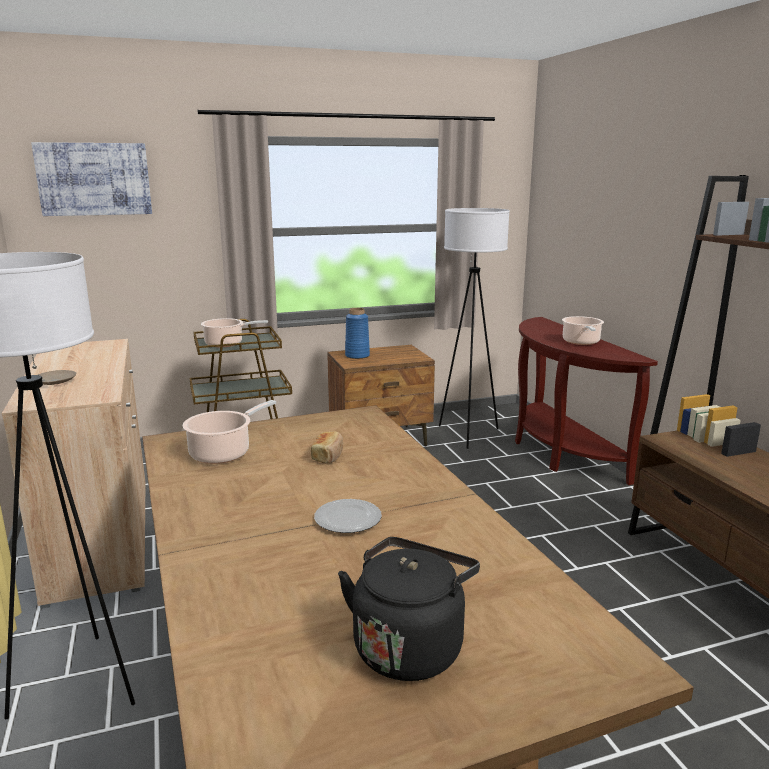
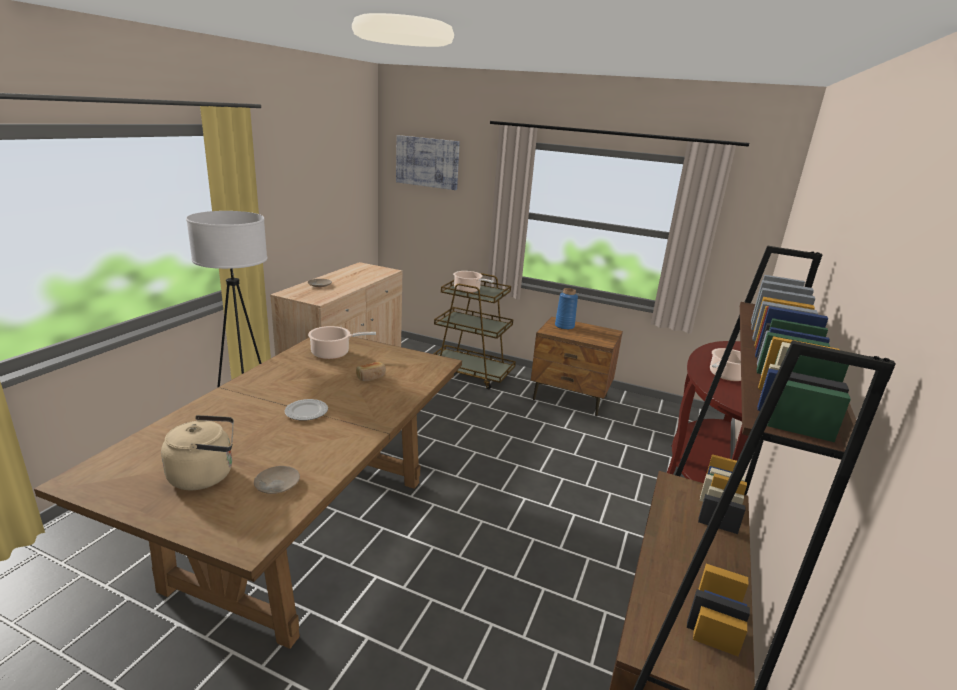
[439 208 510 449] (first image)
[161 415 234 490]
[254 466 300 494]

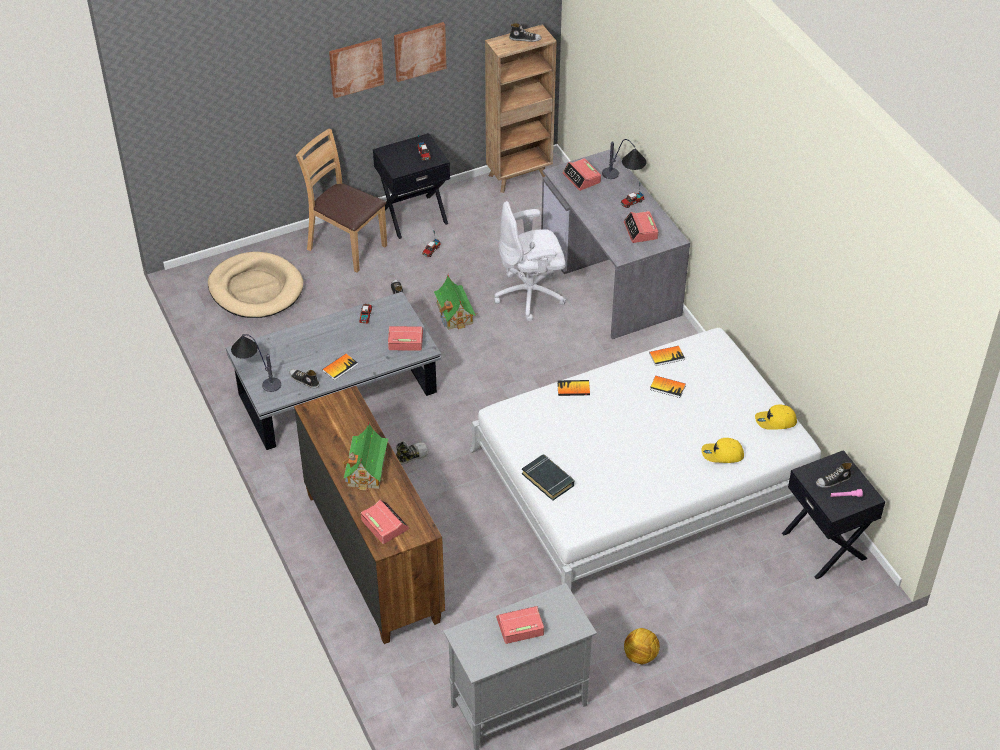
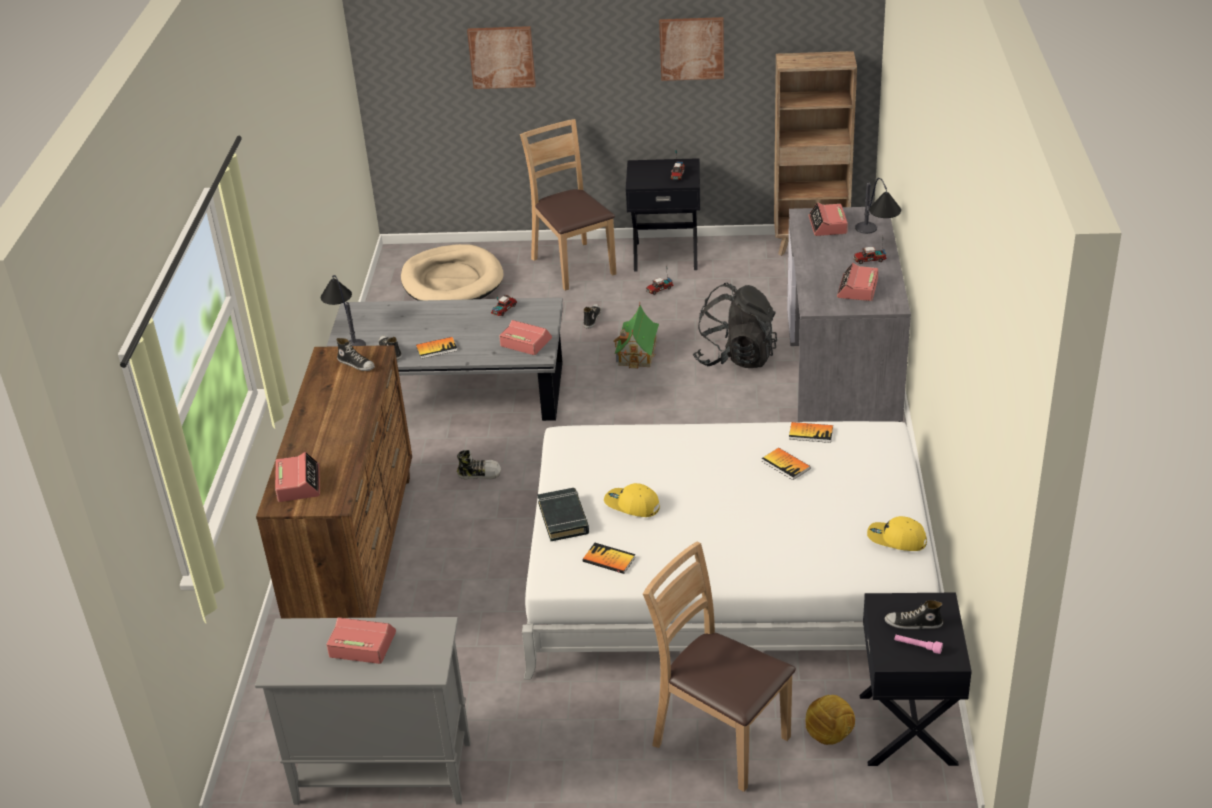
[336 338 375 371]
[467 26 536 89]
[693 283 777 368]
[583 543 636 574]
[342 421 388 491] (first image)
[604 483 660 517]
[806 695 855 745]
[643 542 796 792]

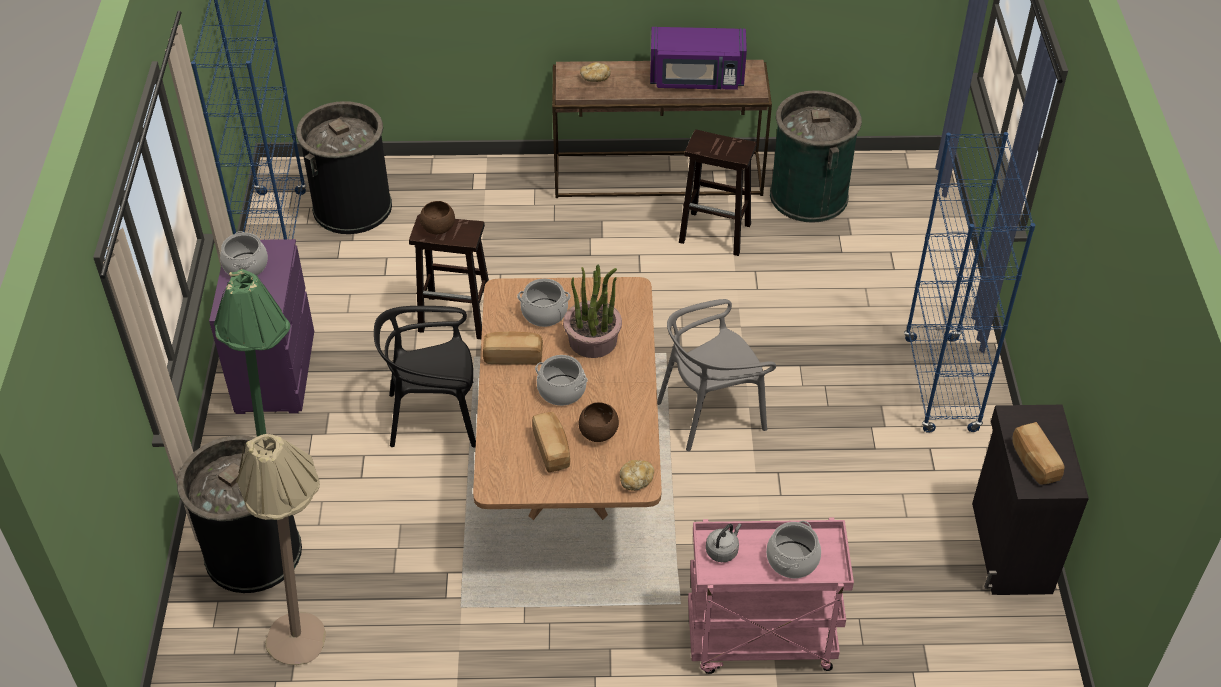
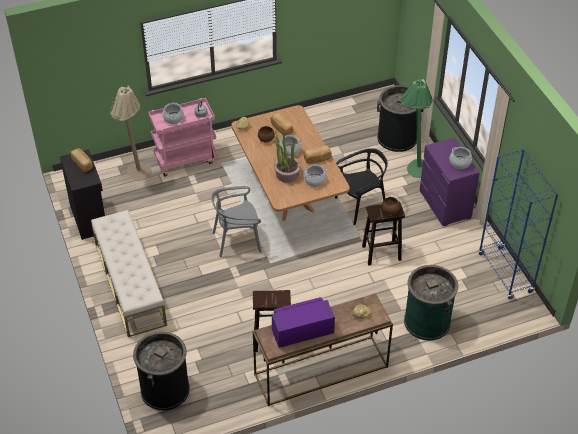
[404 265 458 341]
[133 331 190 410]
[91 210 167 337]
[211 186 262 257]
[110 86 152 181]

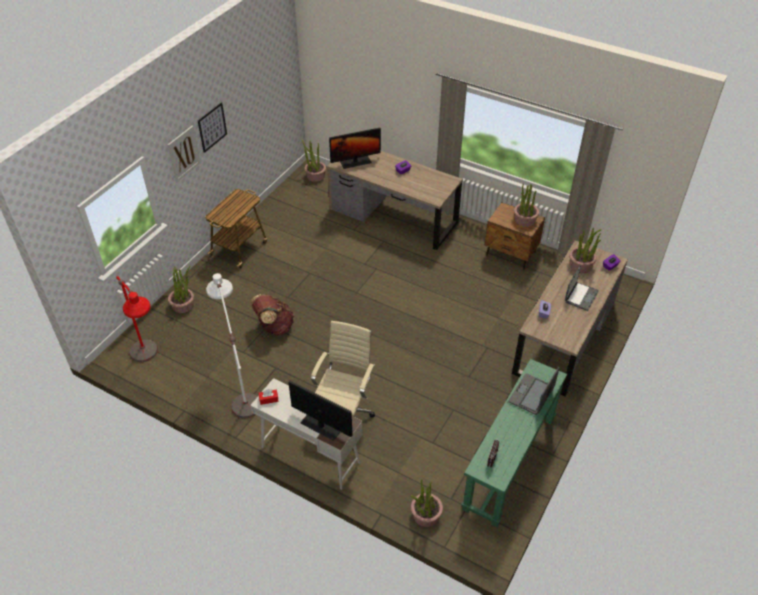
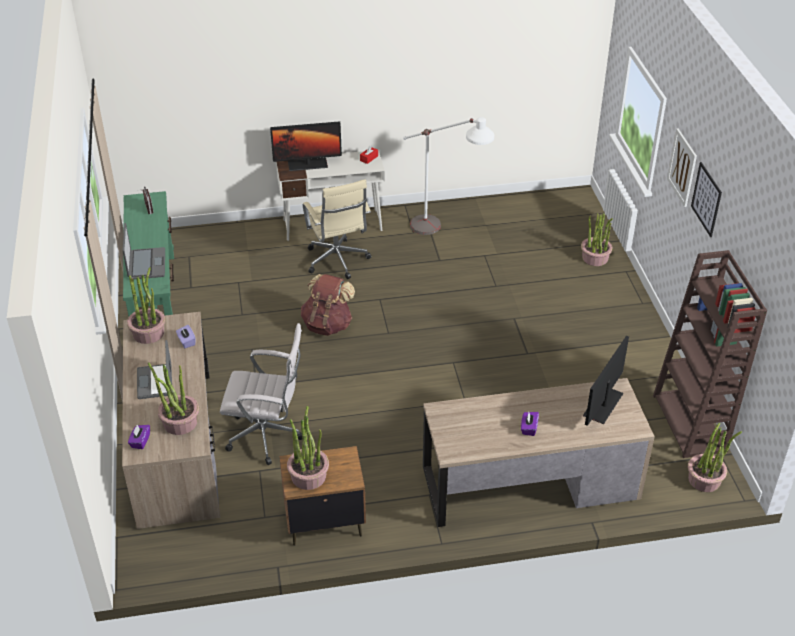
[205 189 267 268] (first image)
[116 276 158 362] (first image)
[301 274 355 336]
[127 267 165 344]
[653 250 767 458]
[220 323 302 465]

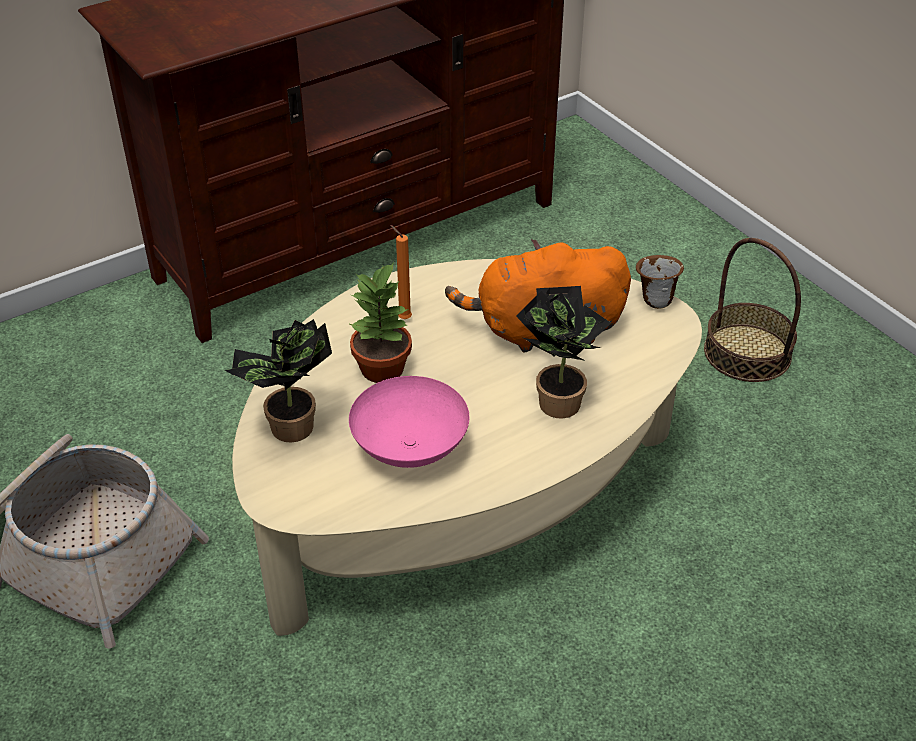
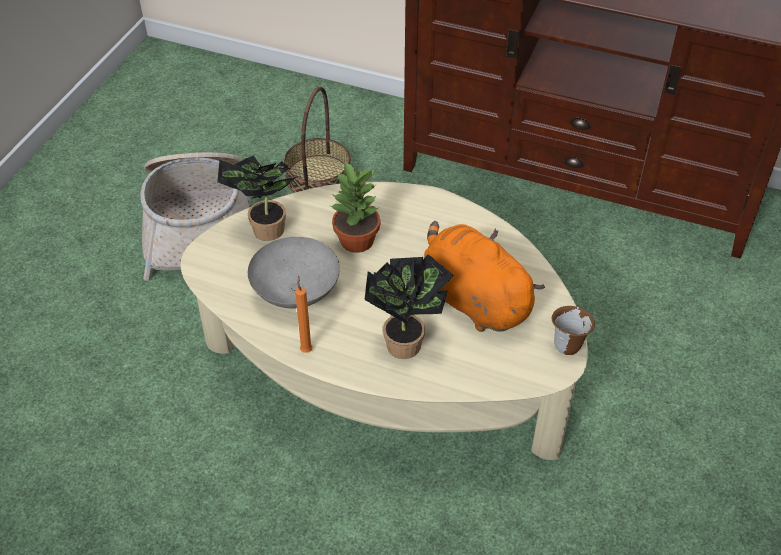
[295 275 312 353]
[284 87 351 193]
[248 237 340 308]

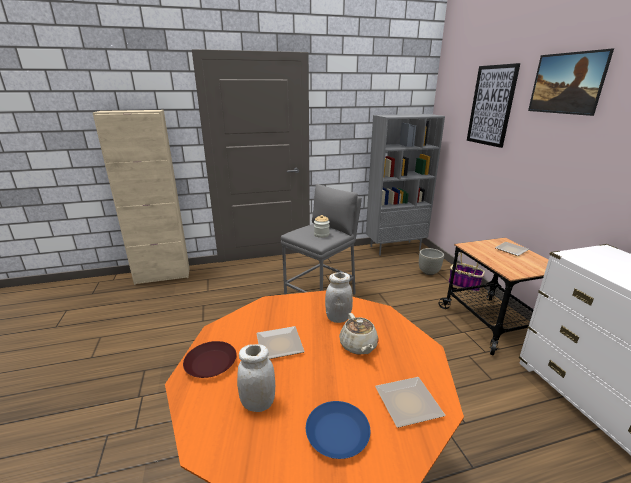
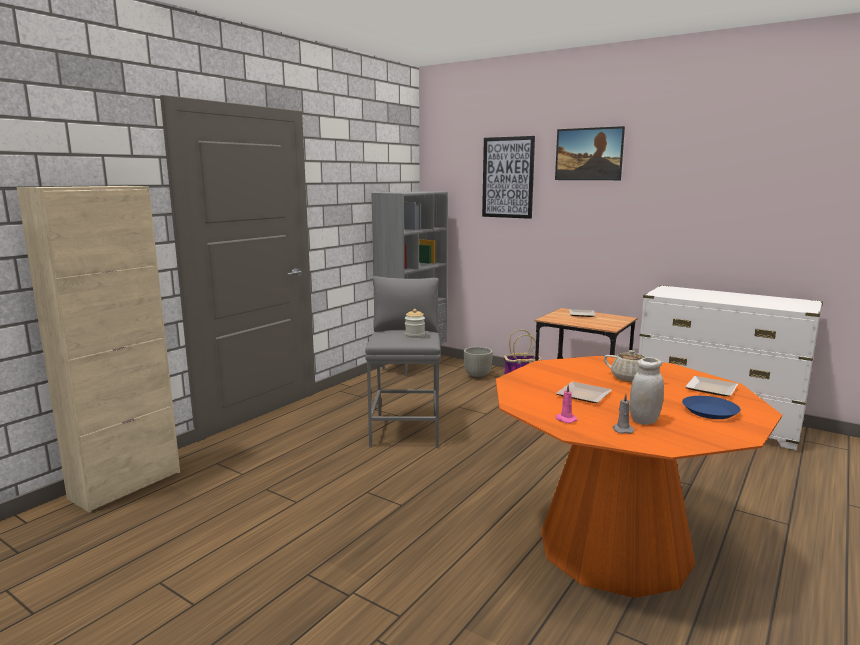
[325 272 353 323] (first image)
[555 384 577 423]
[613 394 635 434]

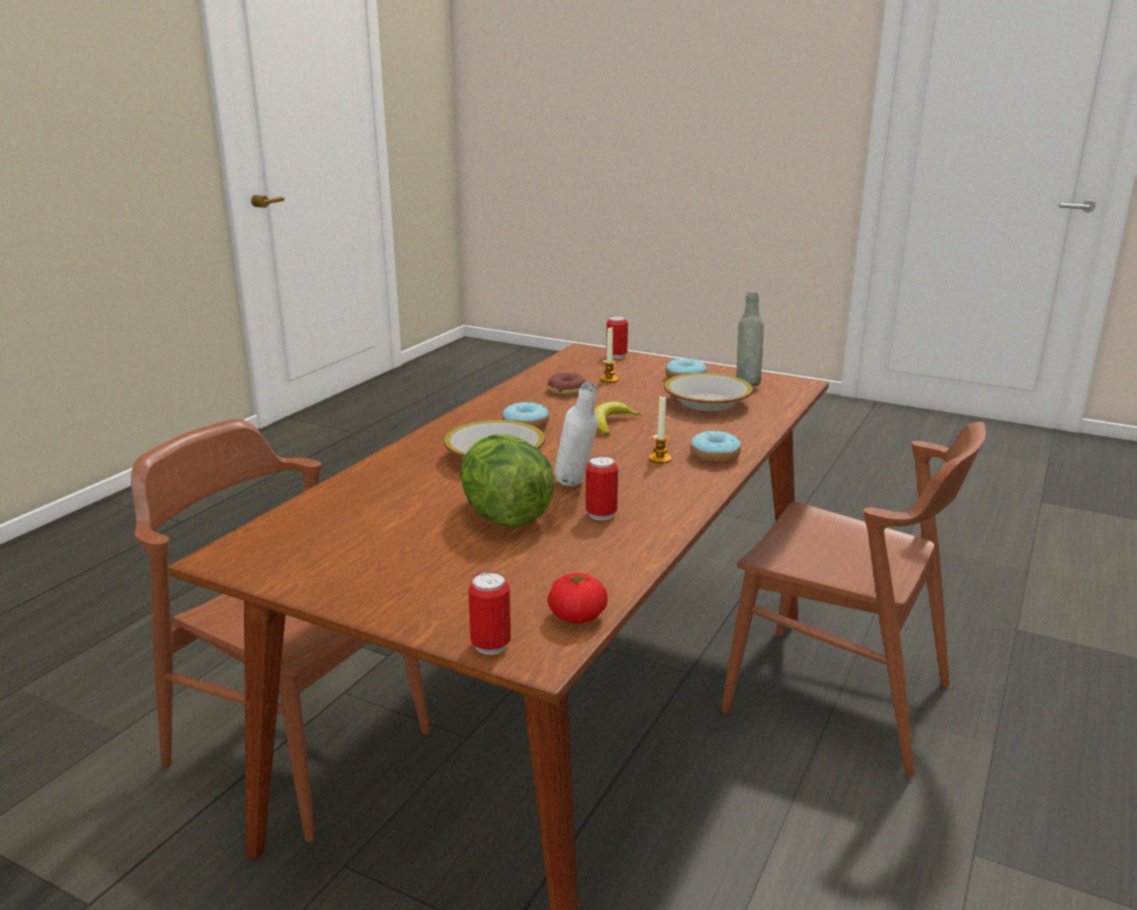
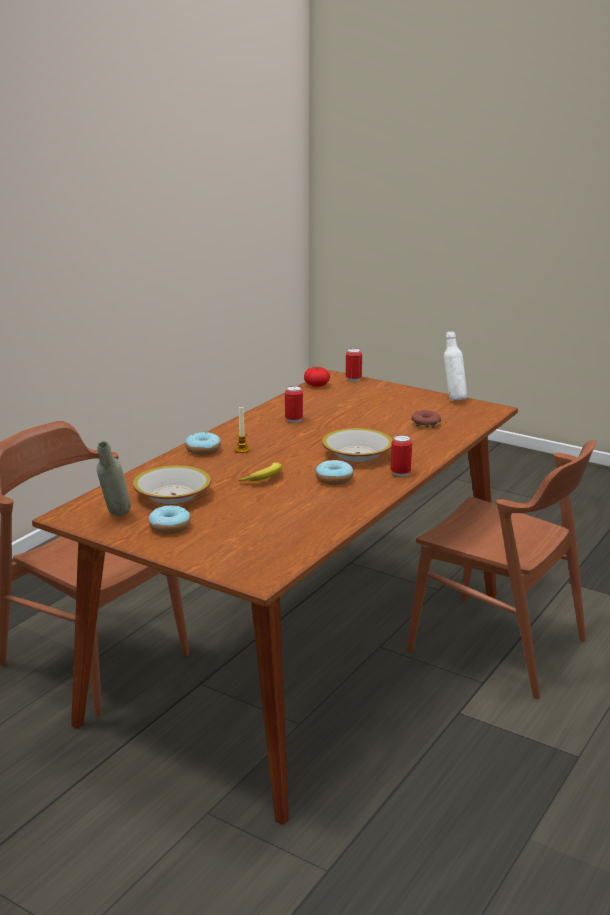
[391 435 412 477]
[600 327 619 383] (first image)
[411 410 441 428]
[444 331 467 401]
[460 434 555 528] (first image)

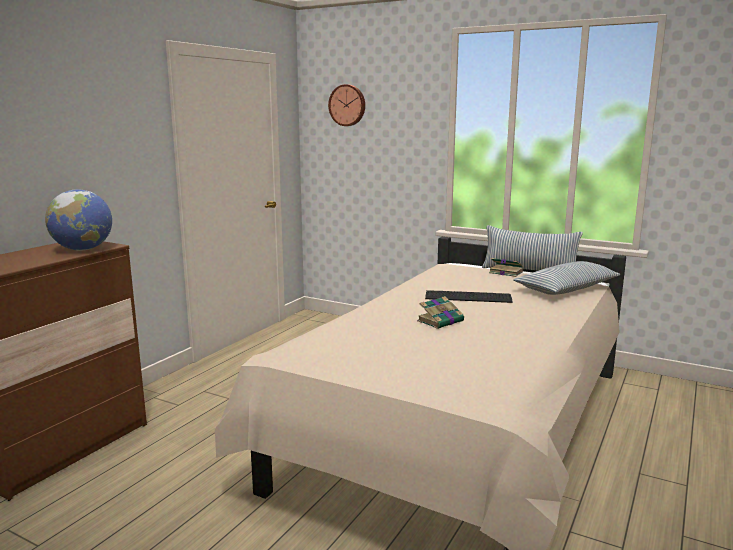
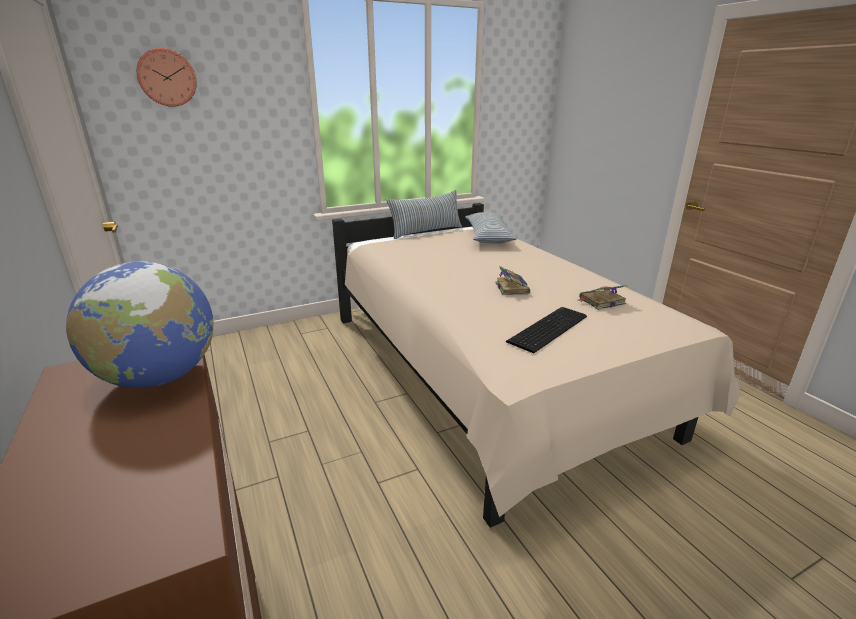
[579 285 628 310]
[506 307 587 353]

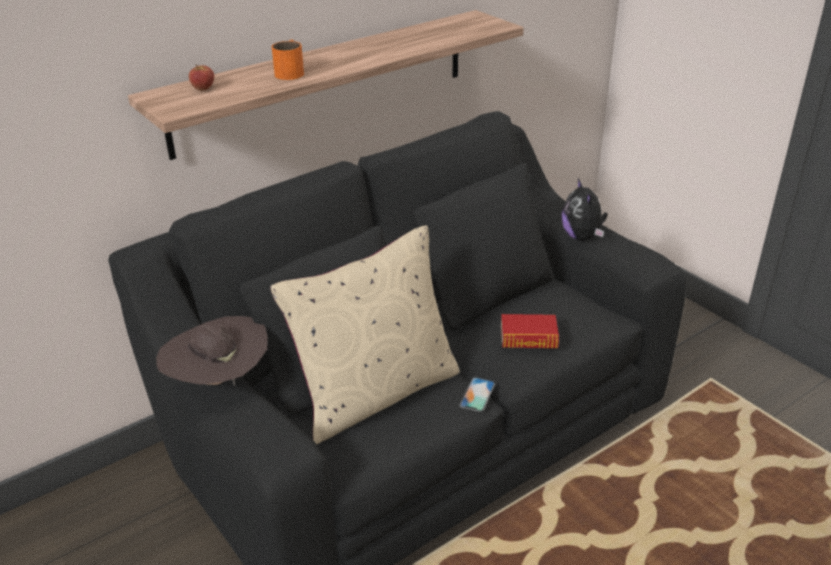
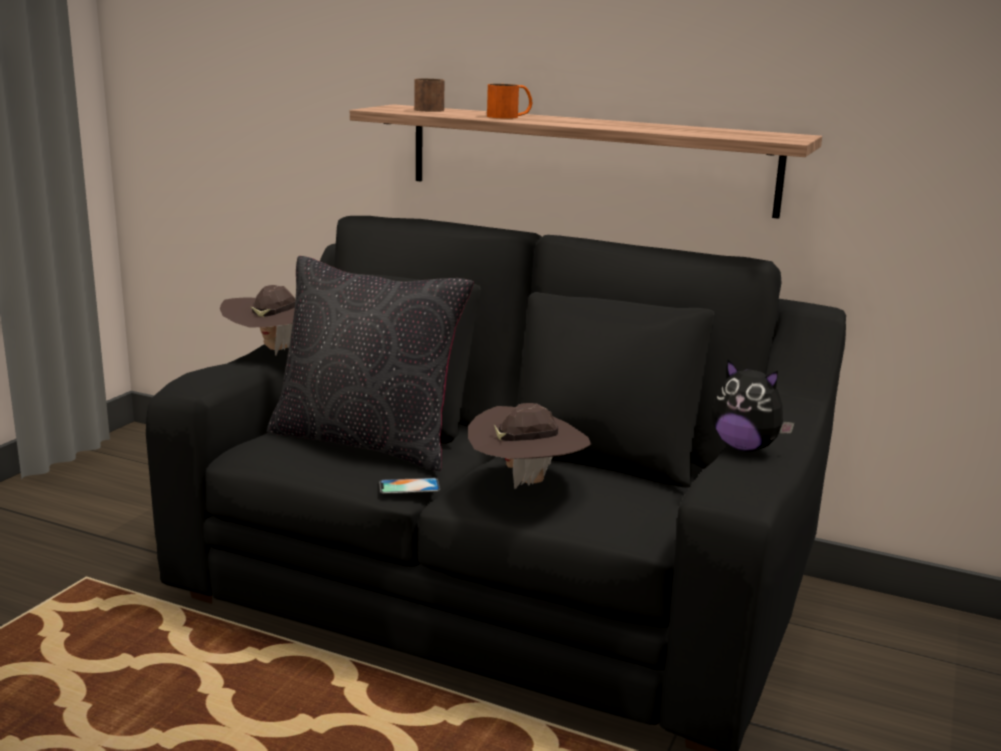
[414 79 445 112]
[712 359 795 452]
[267 256 474 471]
[468 403 591 489]

